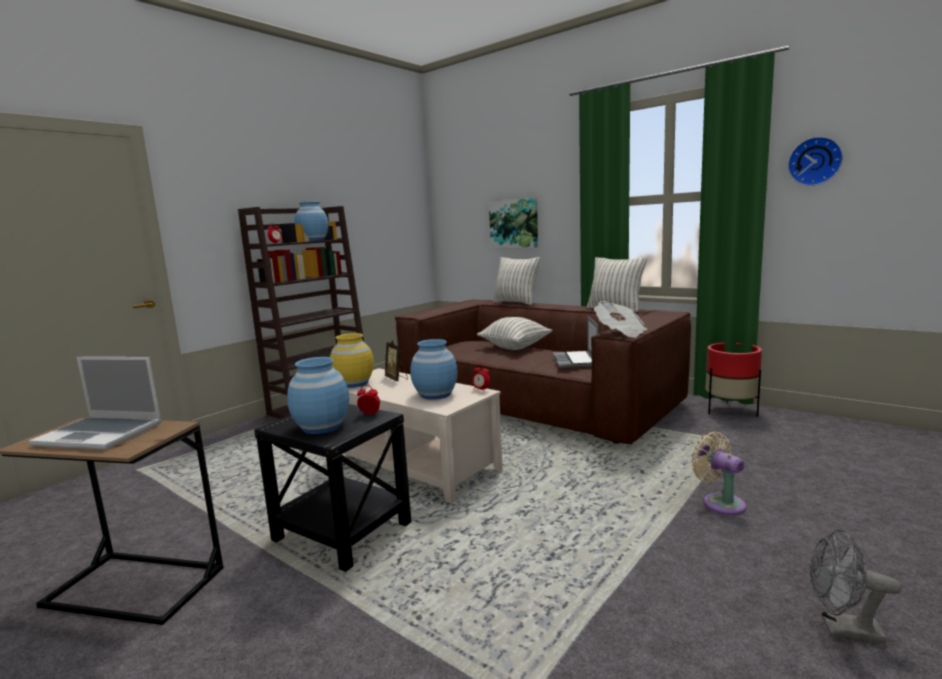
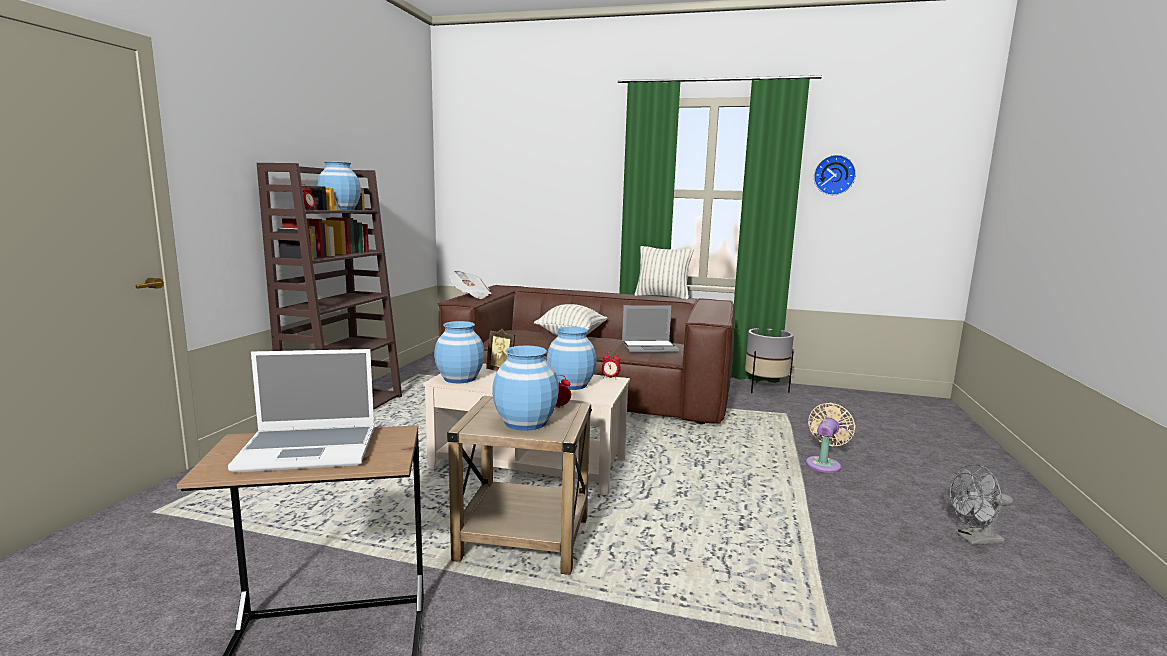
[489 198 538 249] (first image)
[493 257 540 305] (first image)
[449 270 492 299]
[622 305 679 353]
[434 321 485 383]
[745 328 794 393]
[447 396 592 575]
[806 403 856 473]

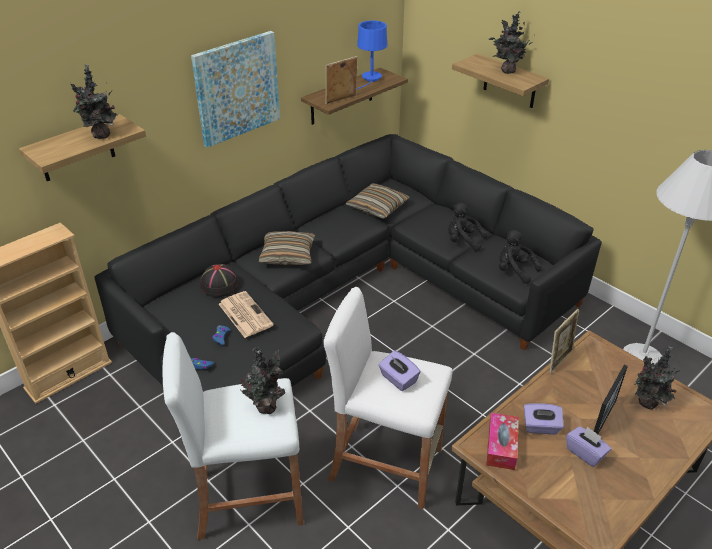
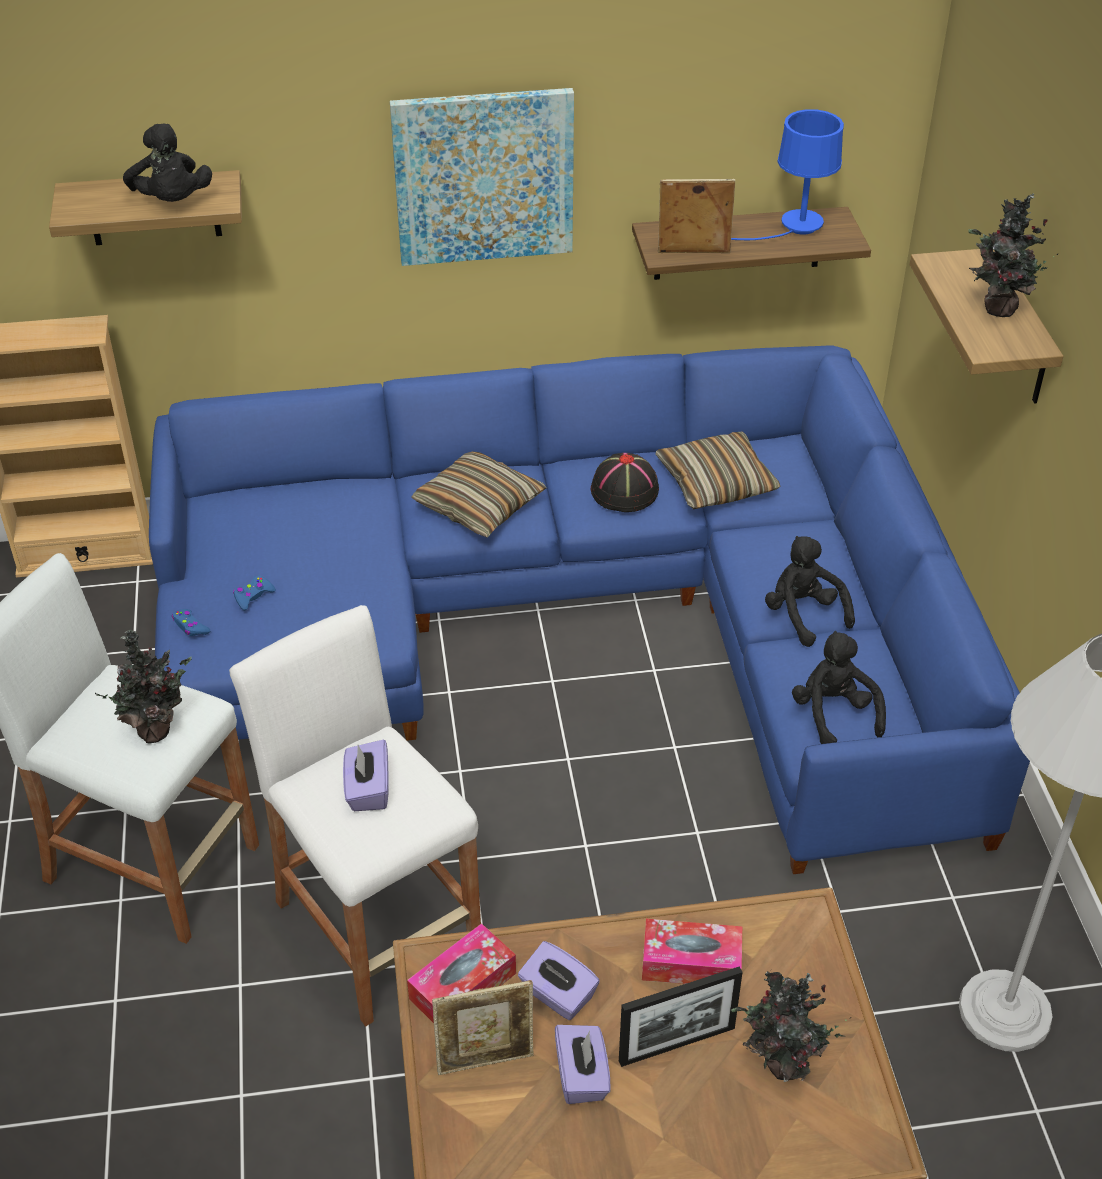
[123 124 212 202]
[149 345 1030 874]
[591 453 659 512]
[219 291 274 338] (first image)
[432 980 534 1075]
[642 919 742 984]

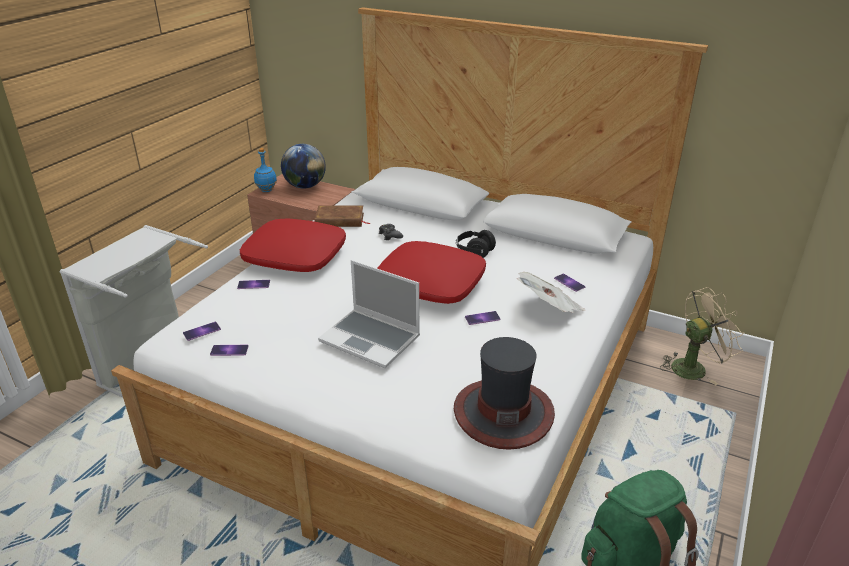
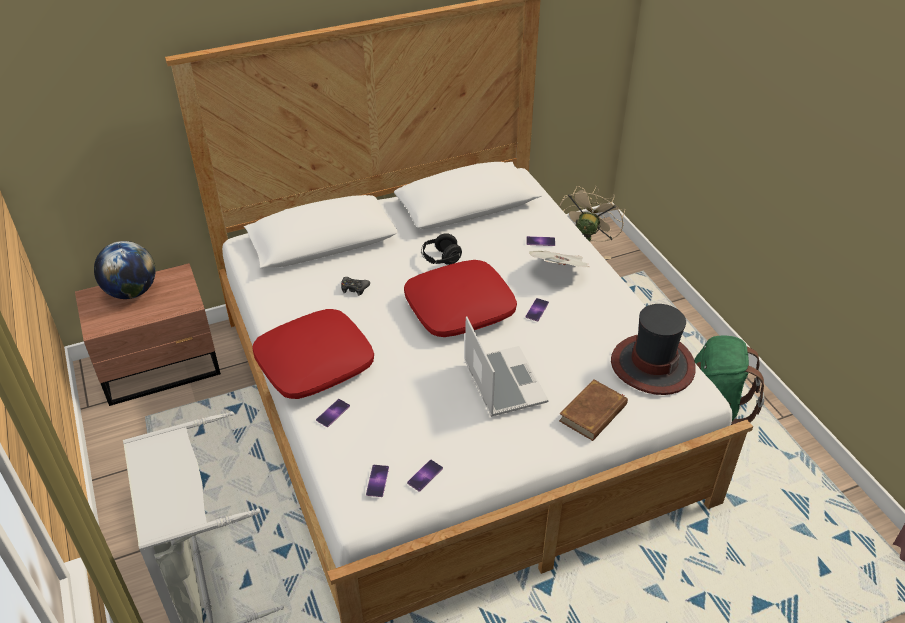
[254 148 277 192] (first image)
[559 379 628 441]
[465 316 548 417]

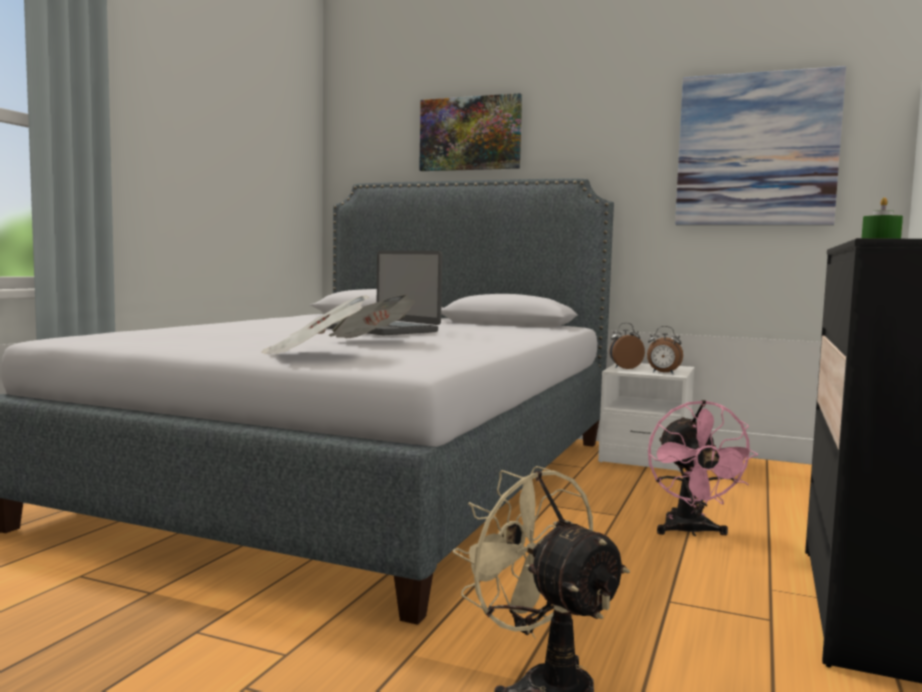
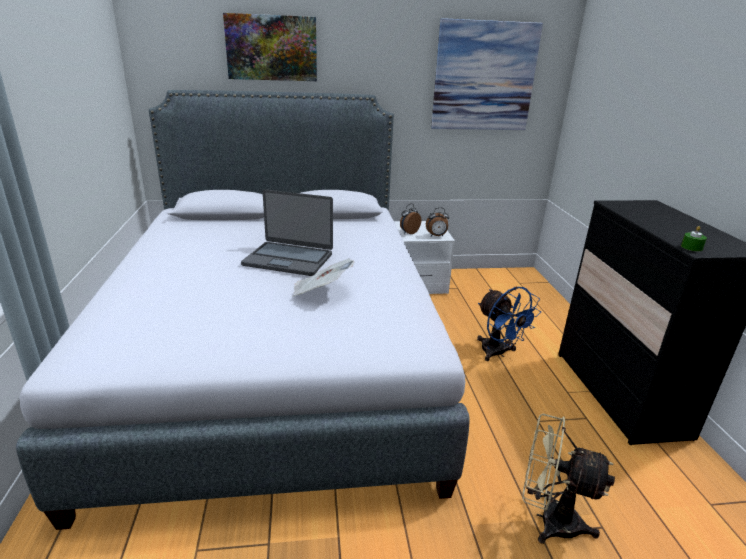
[261 295 369 354] (first image)
[477 287 541 361]

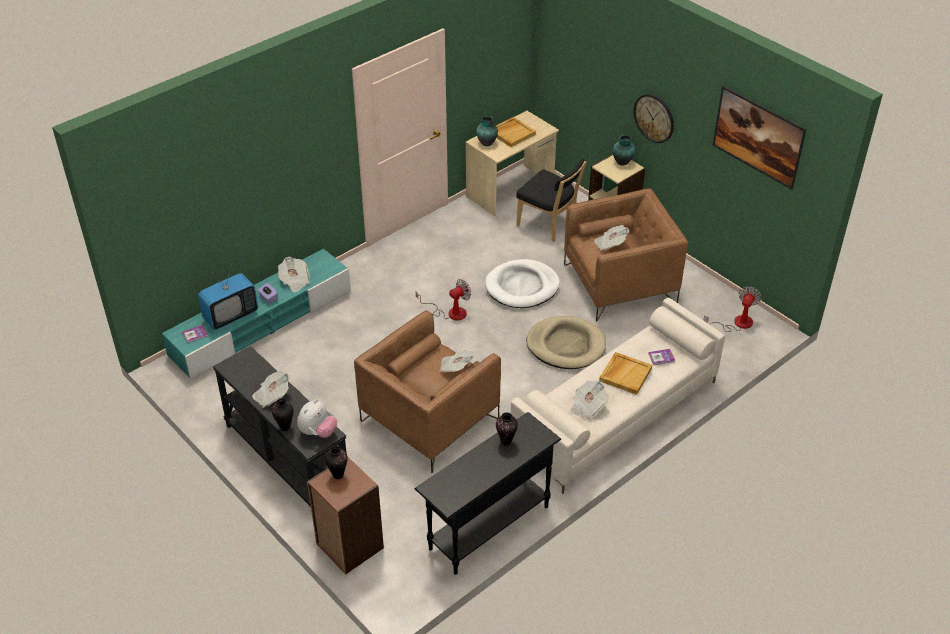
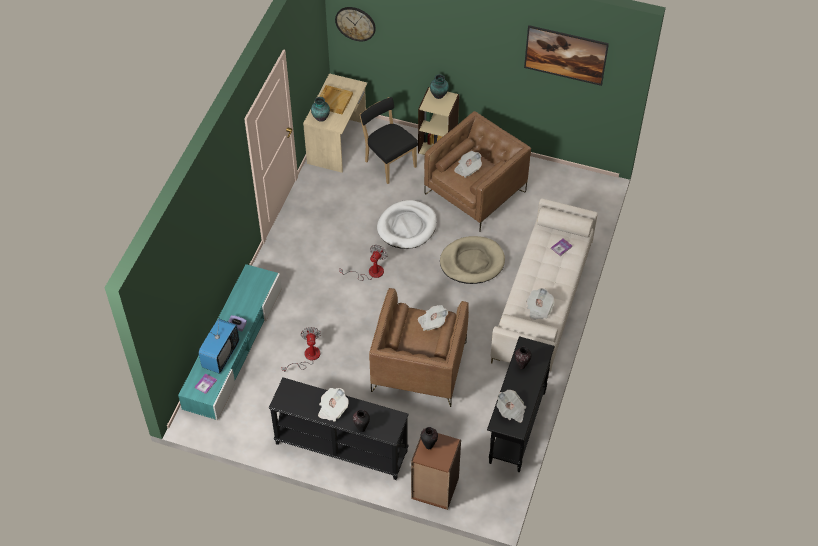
[335 7 376 41]
[360 97 418 184]
[497 390 526 423]
[282 327 321 372]
[599 352 652 395] (first image)
[297 399 337 438] (first image)

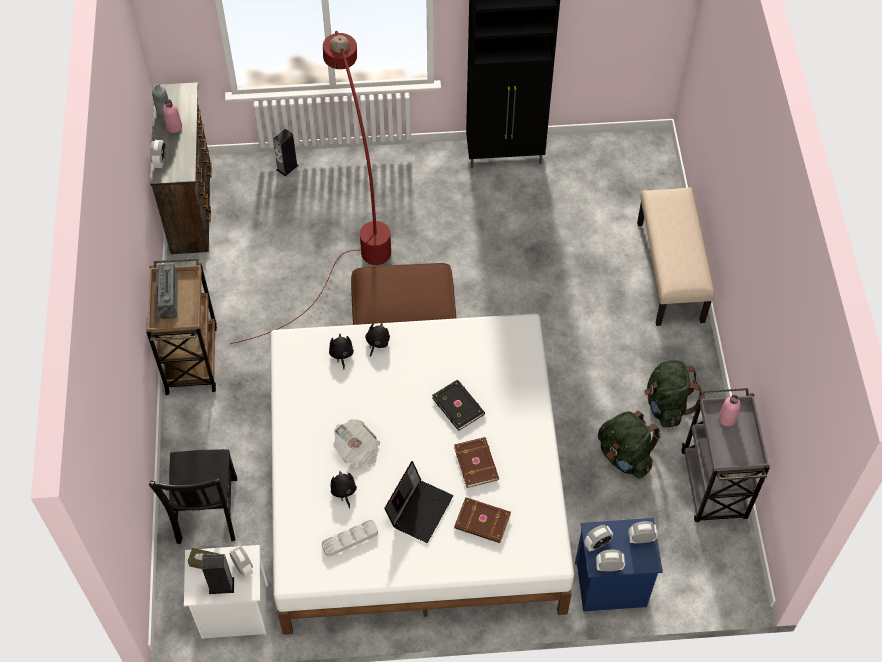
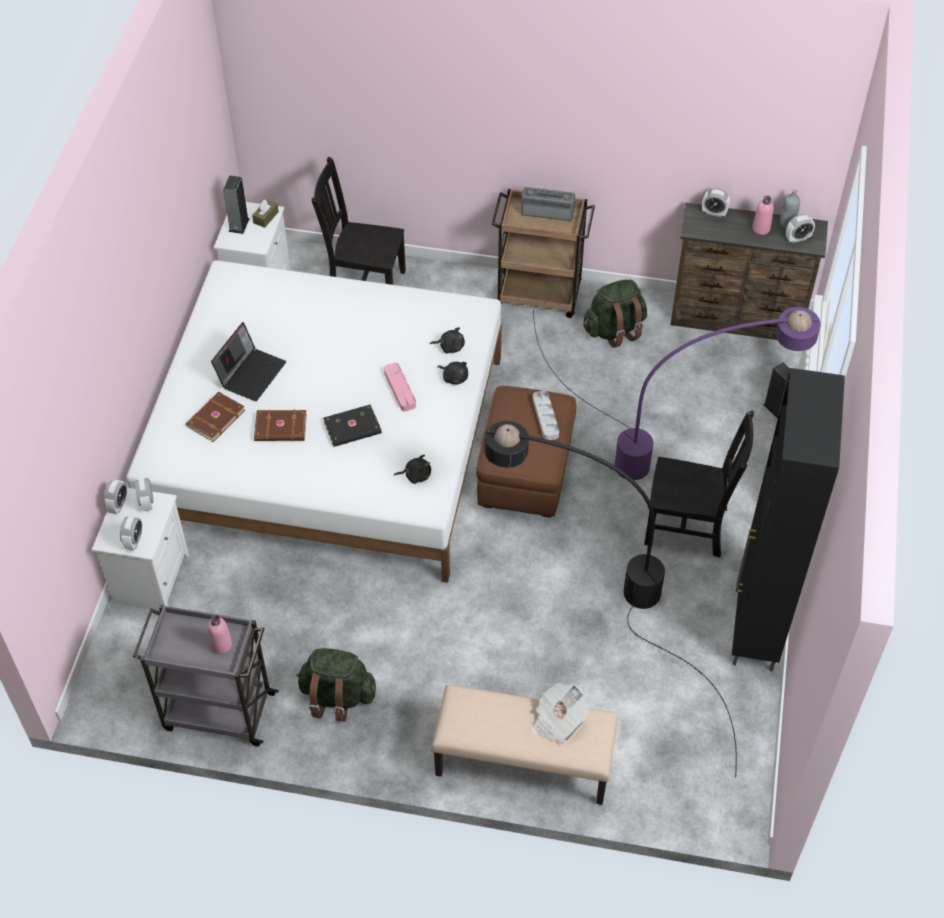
[533 307 820 480]
[583 280 647 348]
[532 683 589 745]
[211 322 286 401]
[394 455 431 484]
[92 488 189 611]
[533 391 559 440]
[786 214 815 243]
[384 363 416 411]
[644 410 754 558]
[484 421 737 777]

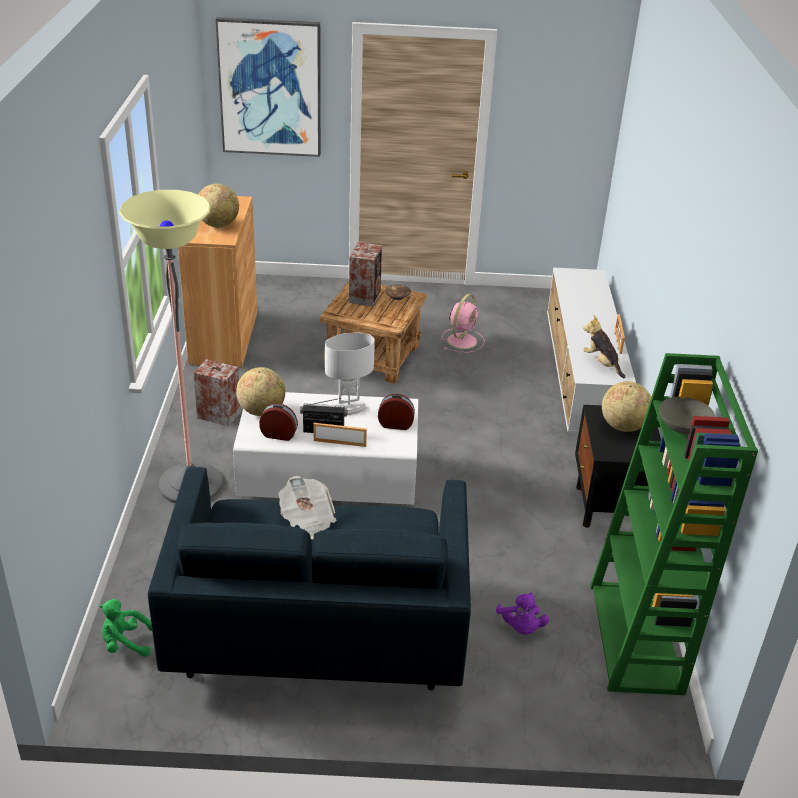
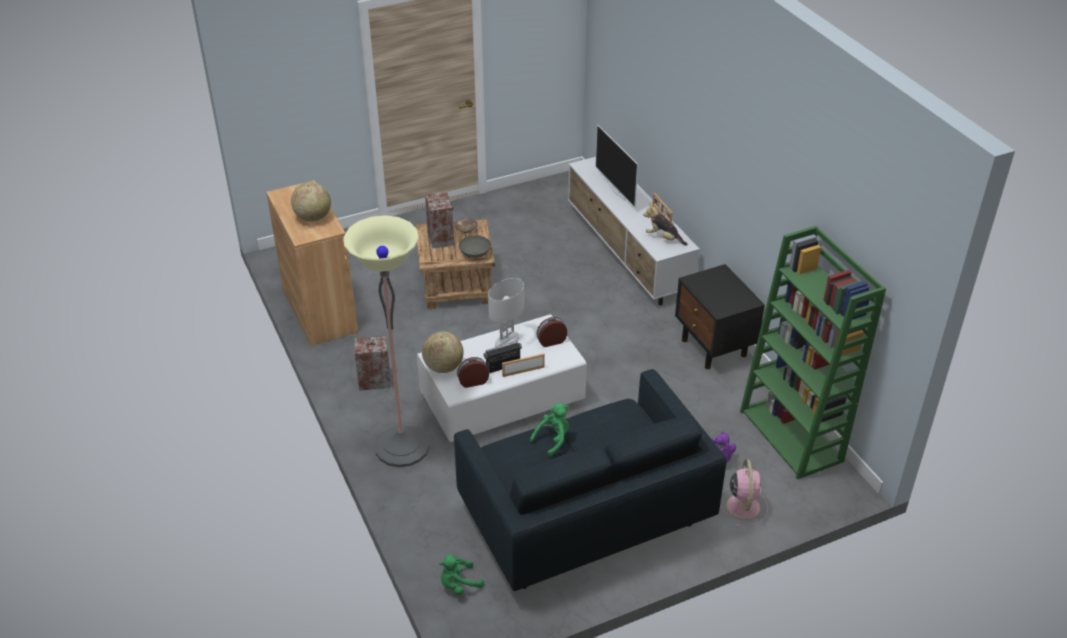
[215 17 321 157] (first image)
[720 459 768 527]
[602 381 651 432] (first image)
[459 235 491 258]
[530 403 569 457]
[595 125 638 207]

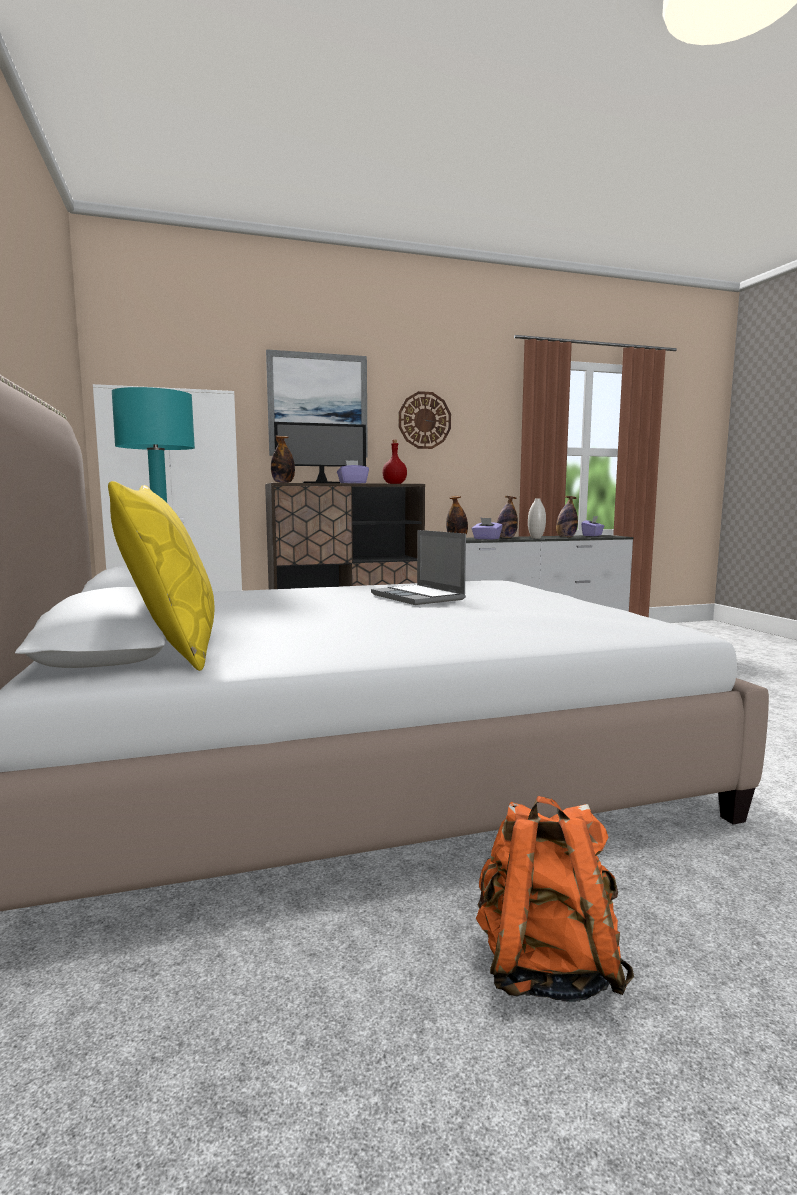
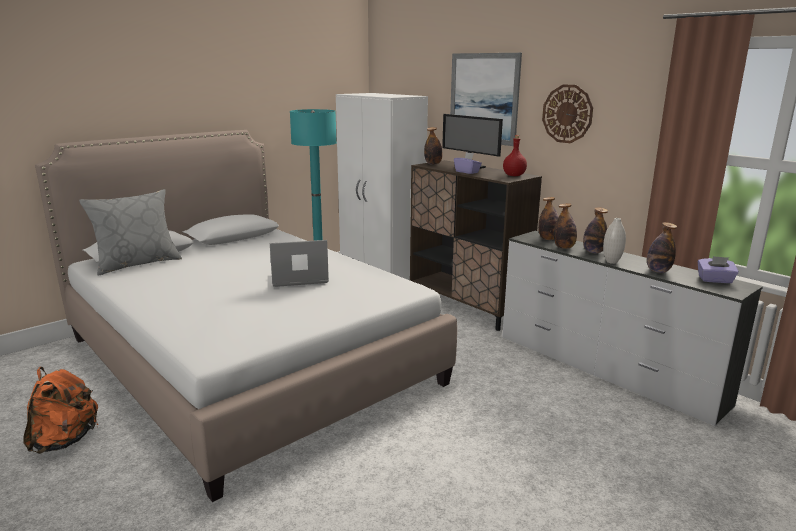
[79 189 182 276]
[554 203 577 249]
[270 240 329 287]

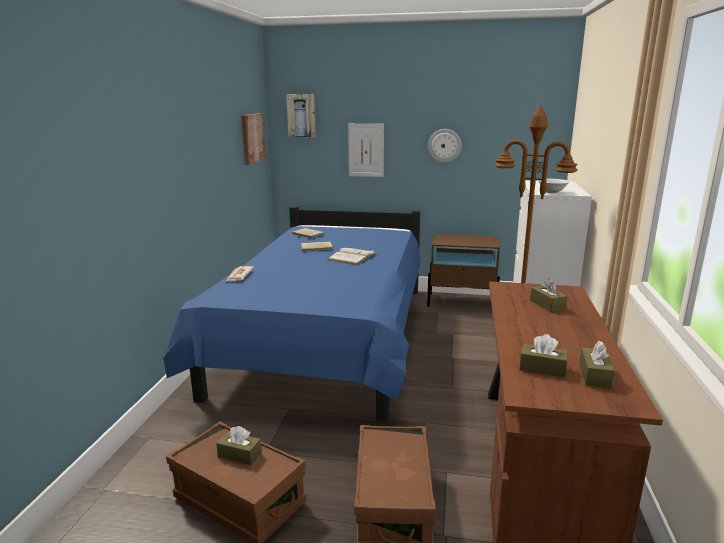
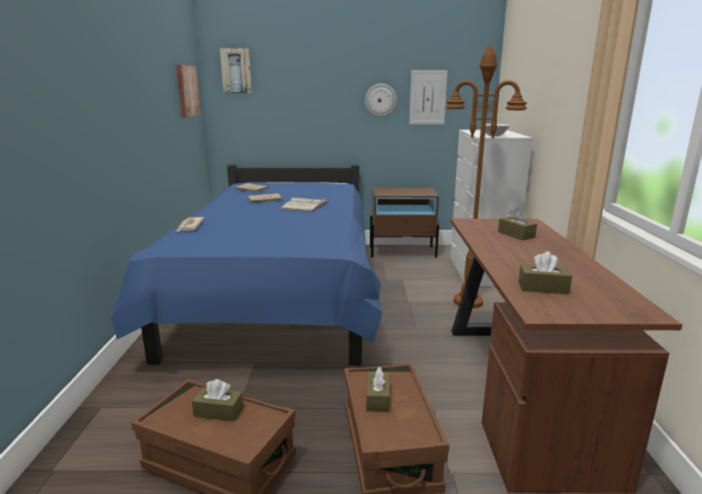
[409 70 448 124]
[366 366 390 412]

